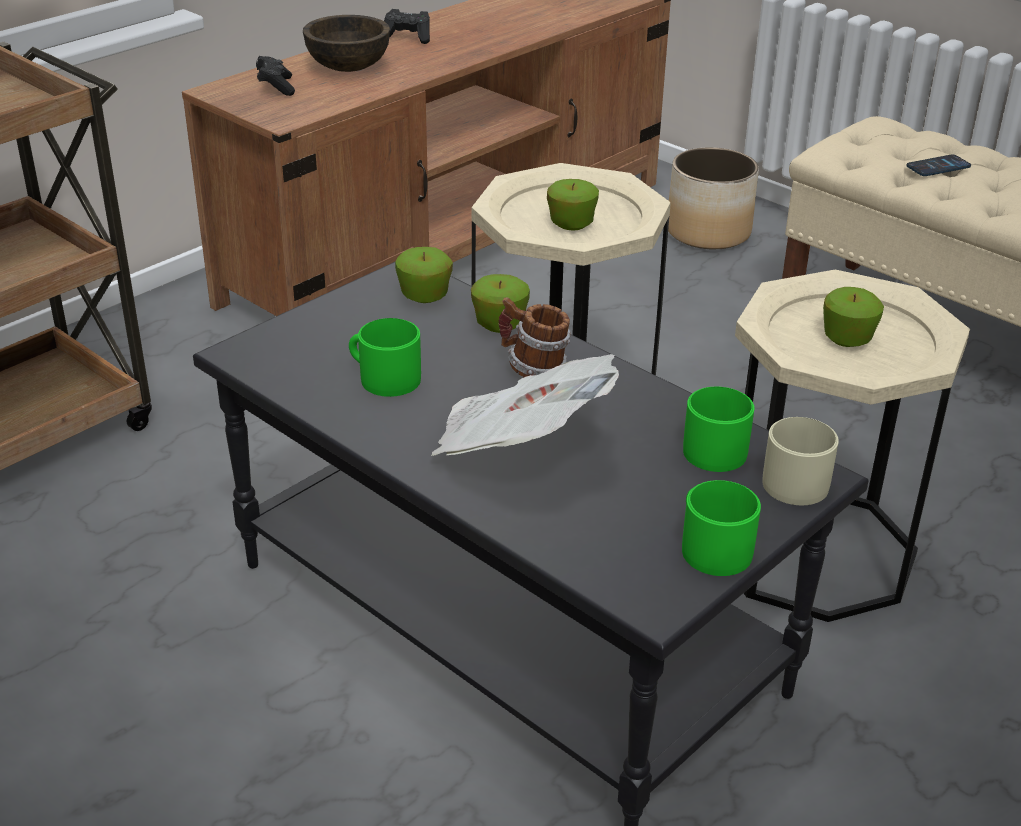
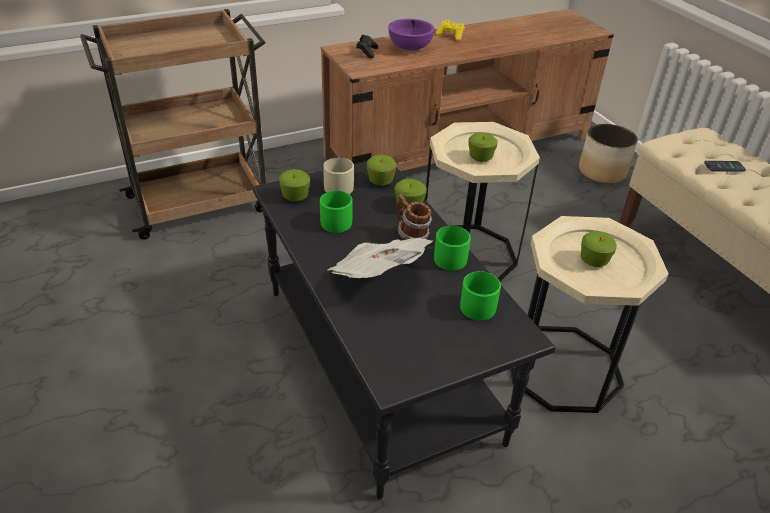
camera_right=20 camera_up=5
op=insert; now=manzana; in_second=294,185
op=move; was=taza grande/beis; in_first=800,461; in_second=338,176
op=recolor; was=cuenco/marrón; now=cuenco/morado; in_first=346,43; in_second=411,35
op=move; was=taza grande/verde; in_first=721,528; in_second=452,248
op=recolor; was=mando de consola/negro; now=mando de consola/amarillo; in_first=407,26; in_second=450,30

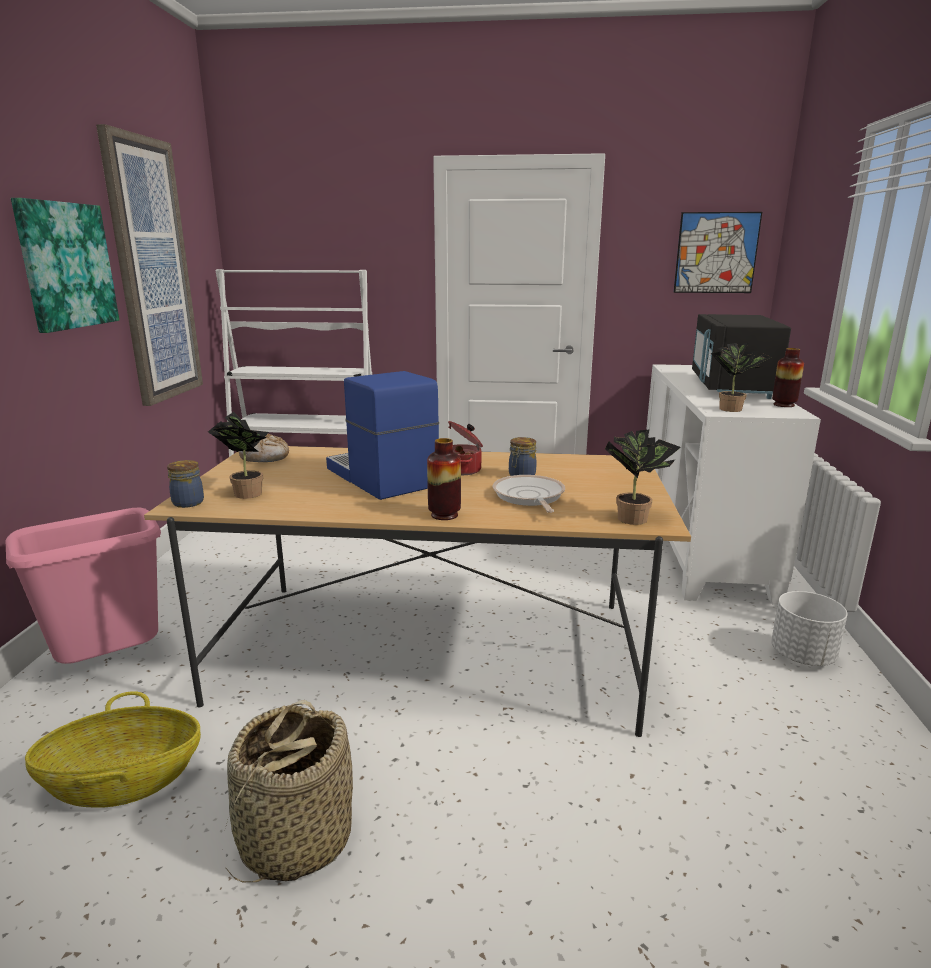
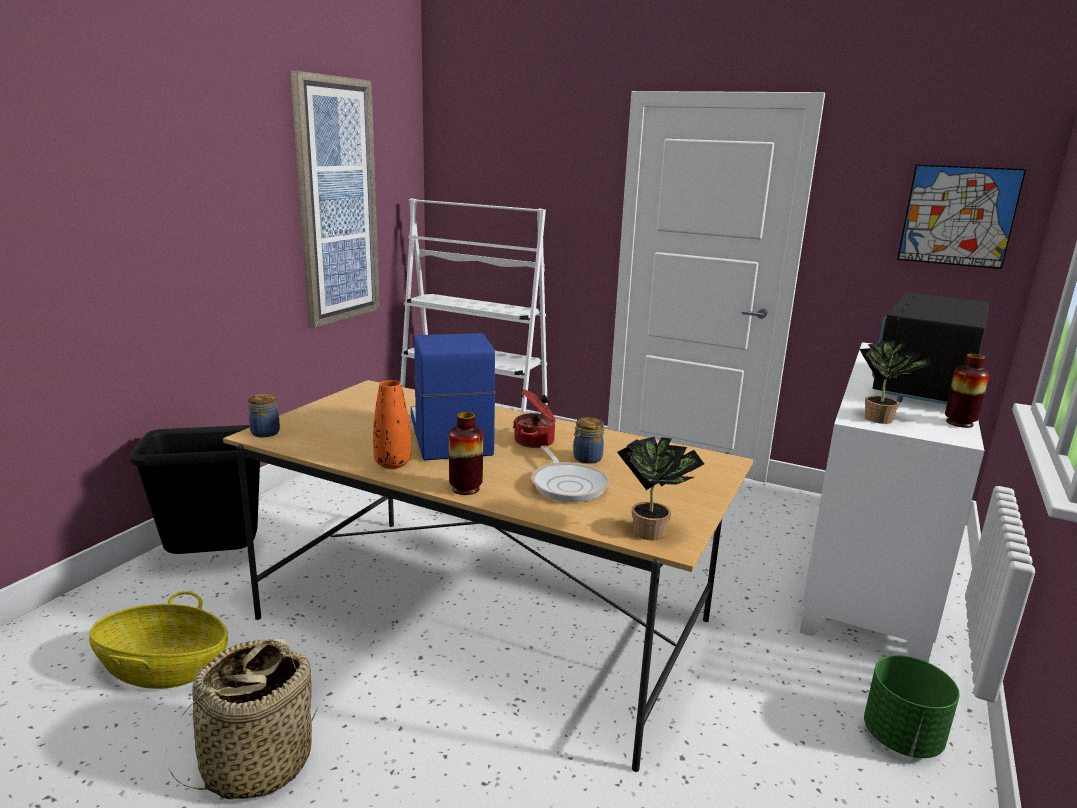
camera_right=20 camera_up=0
op=recolor; was=papelera/rosa; now=papelera/negro; in_first=83,586; in_second=194,489
op=insert; now=florero/naranja; in_second=392,424
op=rotate; was=sartén; in_first=528,494; in_second=570,473; clockwise=150
op=recolor; was=maceta/blanco; now=maceta/verde; in_first=809,628; in_second=912,706
op=delete; was=cuadro; in_first=65,265
op=delete; was=planta en maceta; in_first=238,455
op=delete; was=pan; in_first=264,448

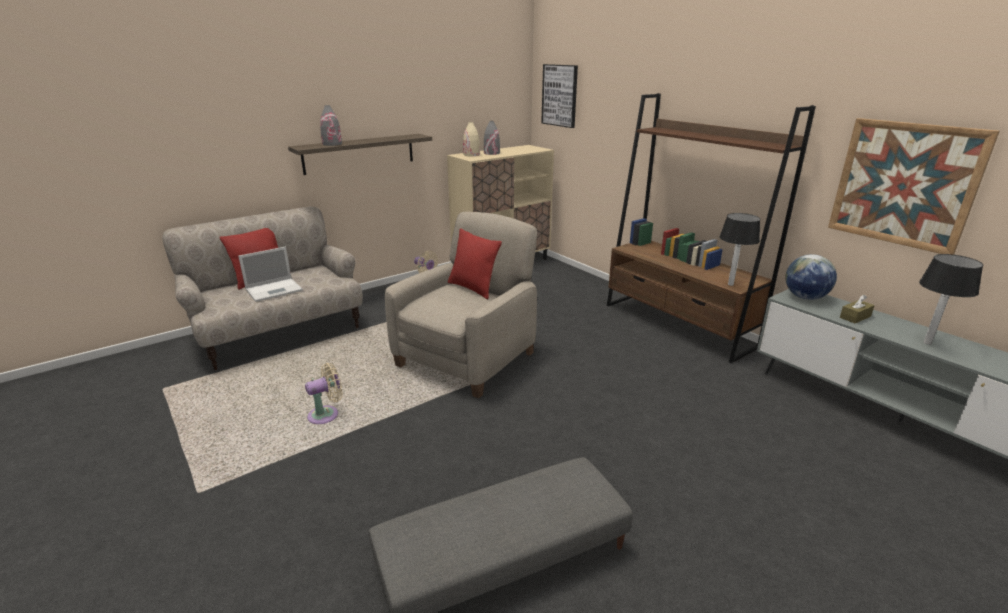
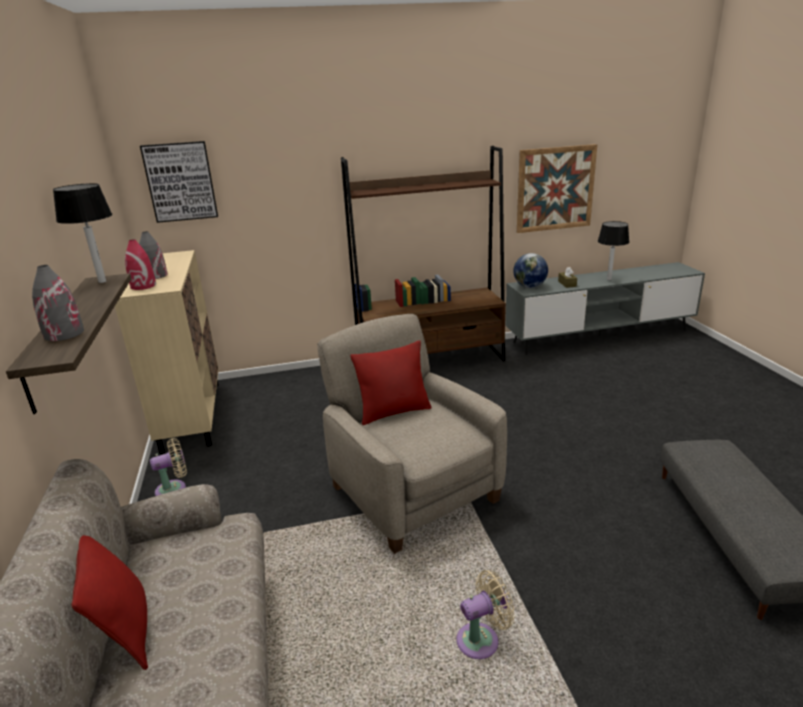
camera_right=-65 camera_up=0
op=move; was=lámpara de mesa; in_first=739,249; in_second=82,233
op=recolor; was=florero/beis; now=florero/rojo; in_first=471,139; in_second=140,264
op=rotate; was=ventilador/beis; in_first=324,393; in_second=486,614; clockwise=75
op=delete; was=portátil; in_first=270,274

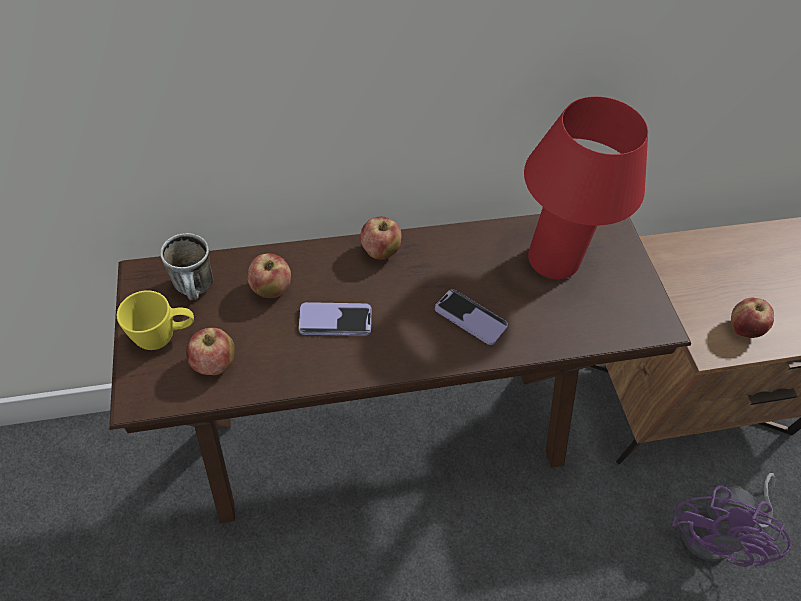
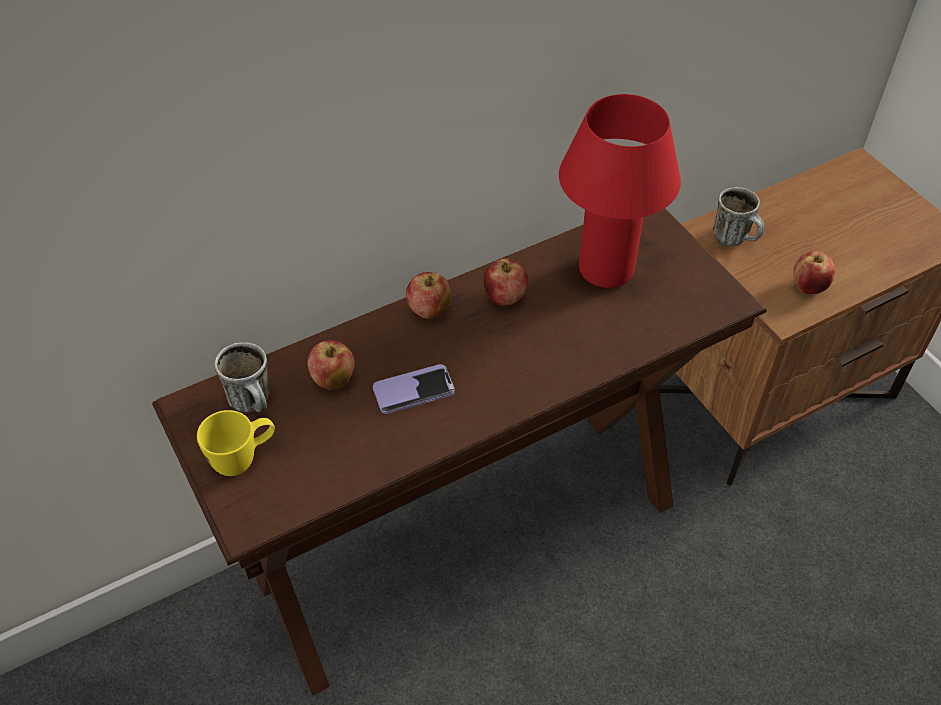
camera_right=-15 camera_up=-5
op=move; was=manzana; in_first=210,351; in_second=506,282
op=insert; now=taza grande; in_second=738,216
op=delete; was=móvil; in_first=471,317
op=delete; was=ventilador/morado; in_first=731,520

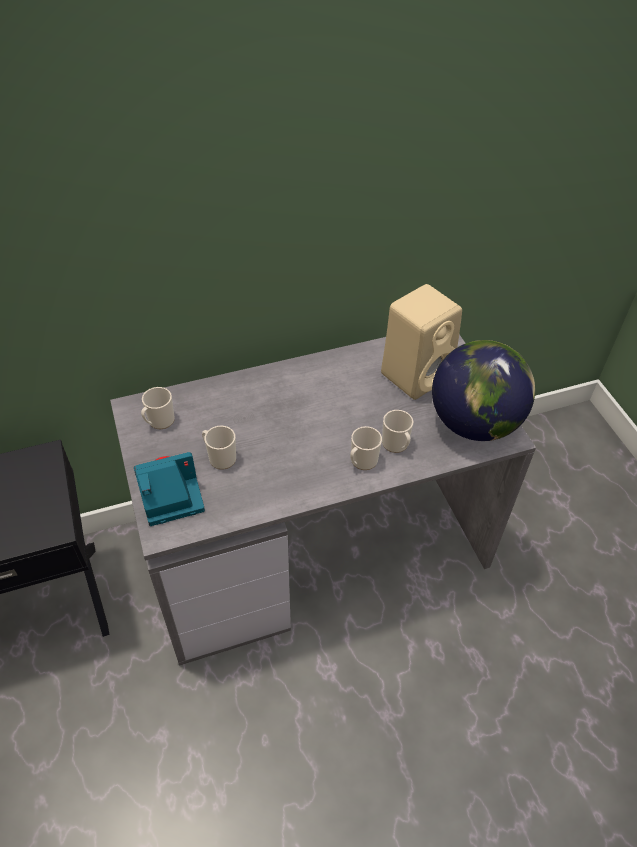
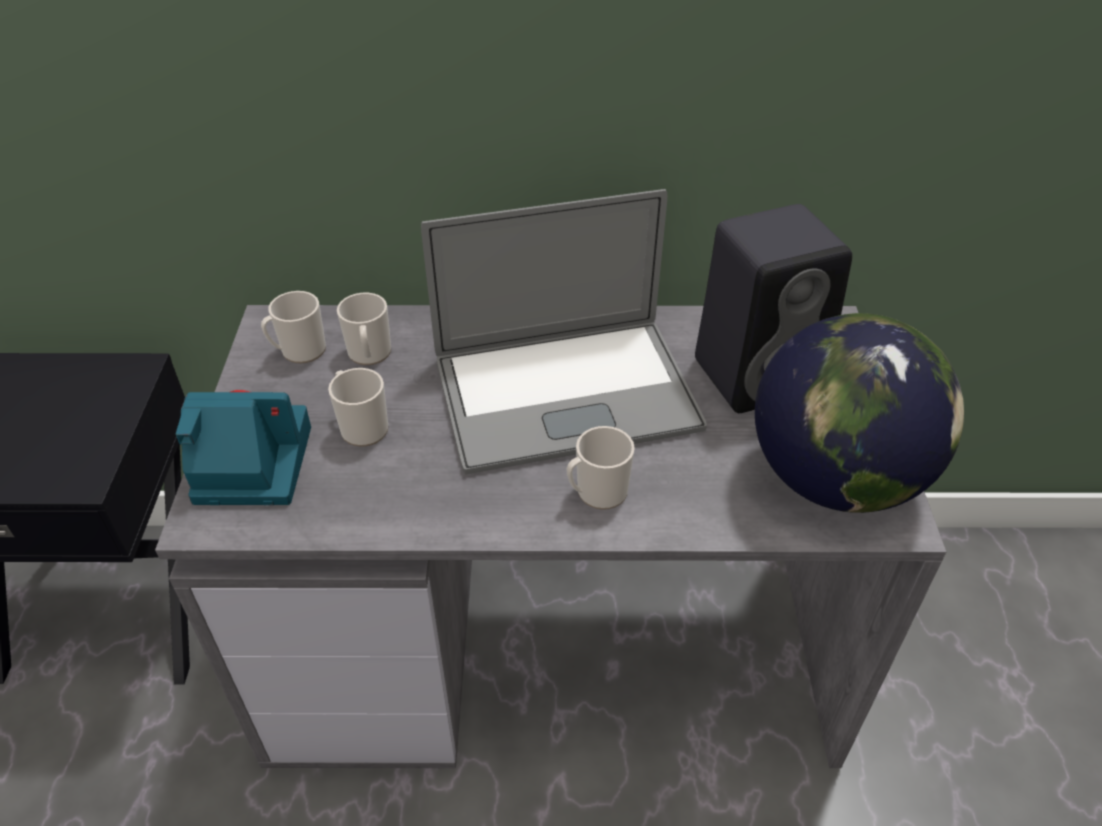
camera_right=20 camera_up=-5
op=move; was=taza grande; in_first=397,431; in_second=364,329
op=insert; now=portátil; in_second=564,332
op=recolor; was=altavoz/beis; now=altavoz/negro; in_first=421,342; in_second=773,308

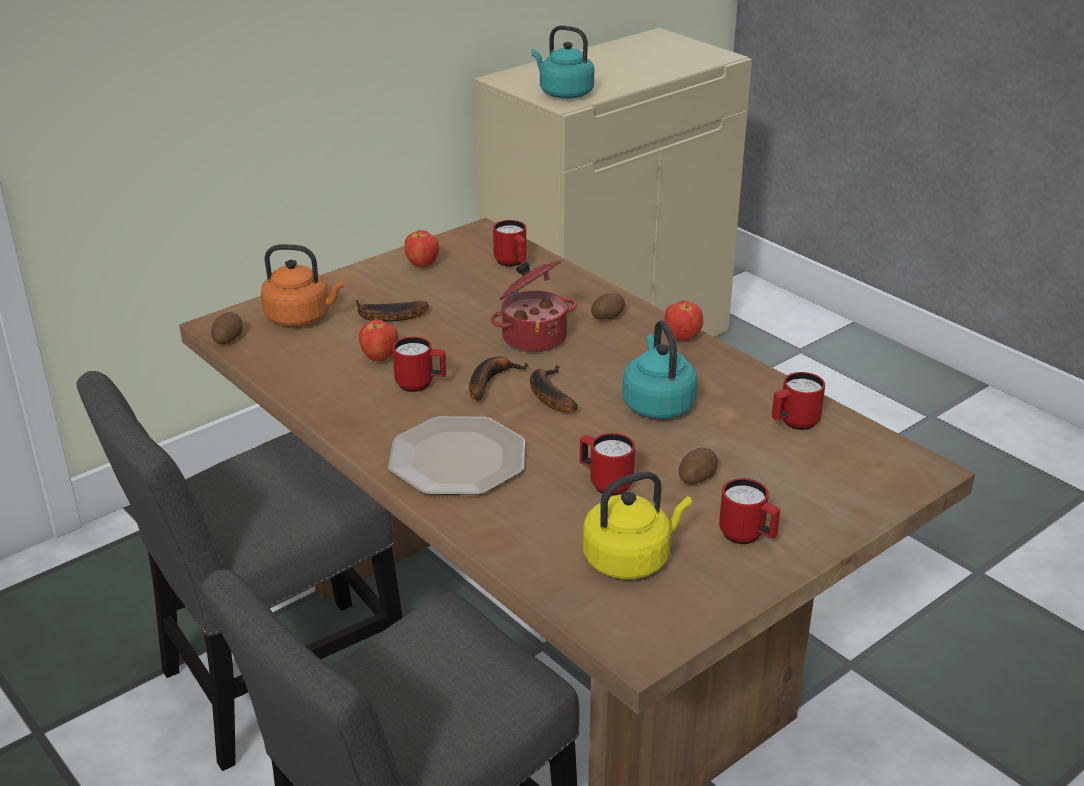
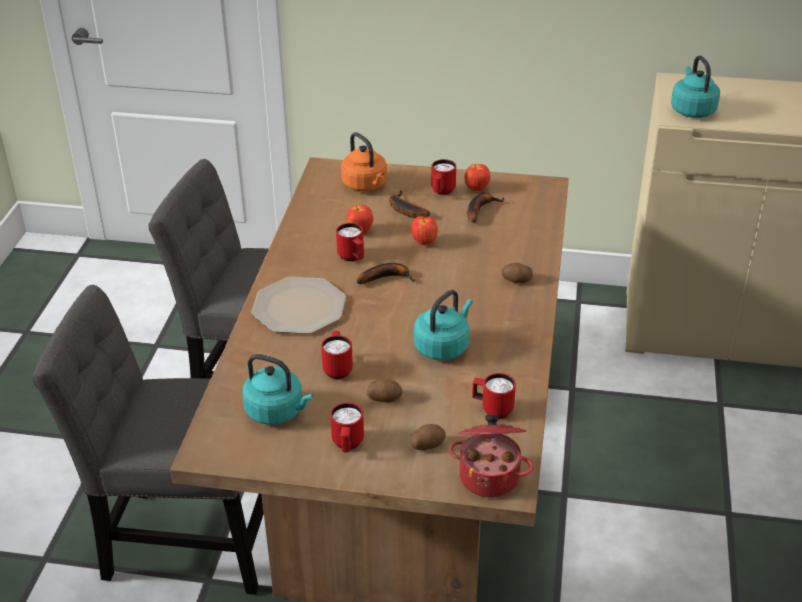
camera_right=50 camera_up=5
op=recolor; was=hervidor/amarillo; now=hervidor/turquesa; in_first=637,525; in_second=278,389
op=move; was=patata; in_first=227,328; in_second=428,437
op=move; was=manzana; in_first=684,320; in_second=424,230
op=move; was=taza grande/rojo; in_first=509,243; in_second=443,177
op=move; was=olla; in_first=533,306; in_second=491,456
op=move; was=plátano; in_first=554,388; in_second=486,208

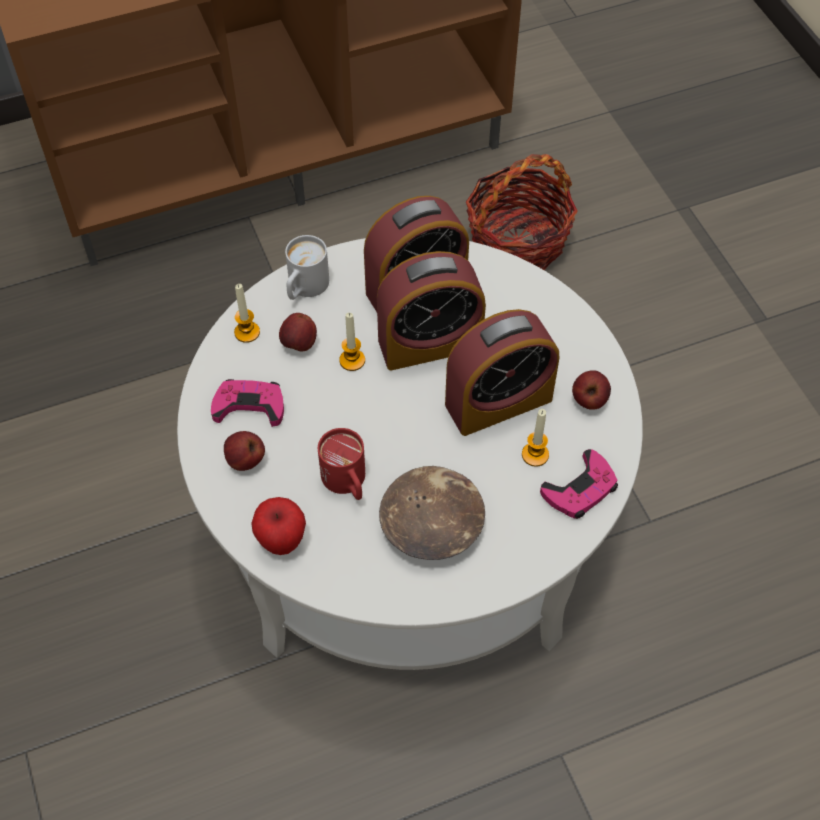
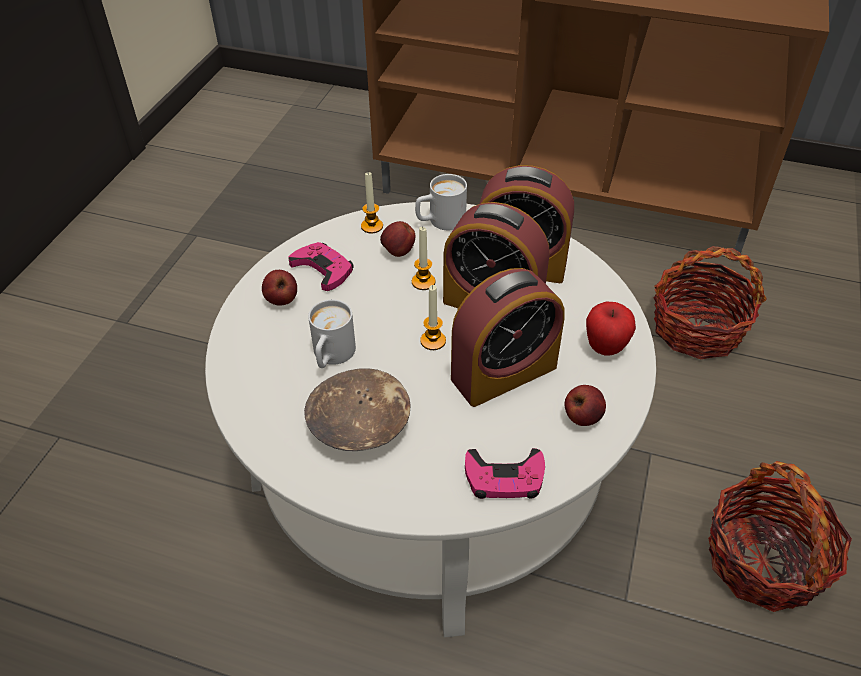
camera_right=40 camera_up=-10
op=recolor; was=taza grande/rojo; now=taza grande/blanco; in_first=341,464; in_second=332,333
op=move; was=vela; in_first=535,438; in_second=433,317
op=rotate; was=despertador; in_first=502,372; in_second=508,337; clockwise=-45
op=move; was=manzana; in_first=278,526; in_second=611,328
op=insert; now=cesta; in_second=780,536

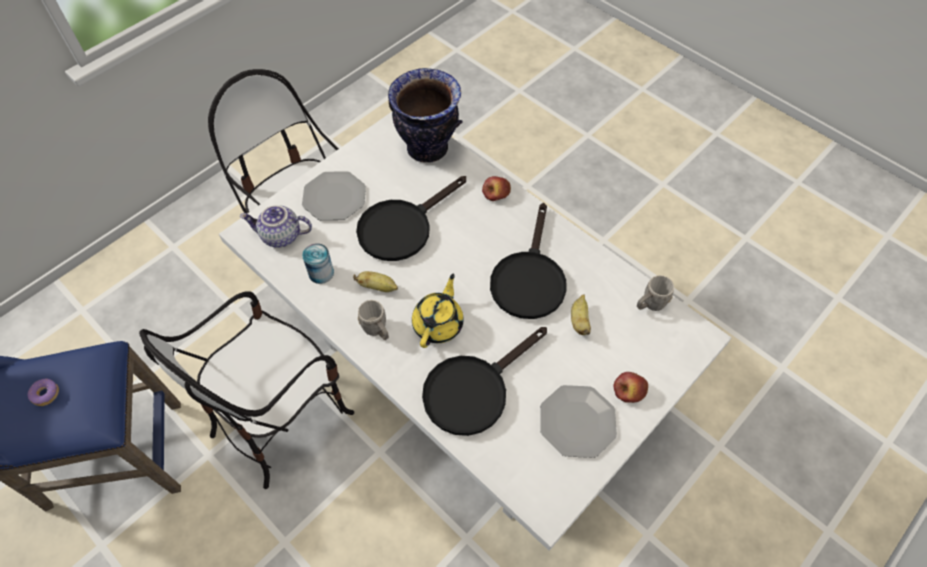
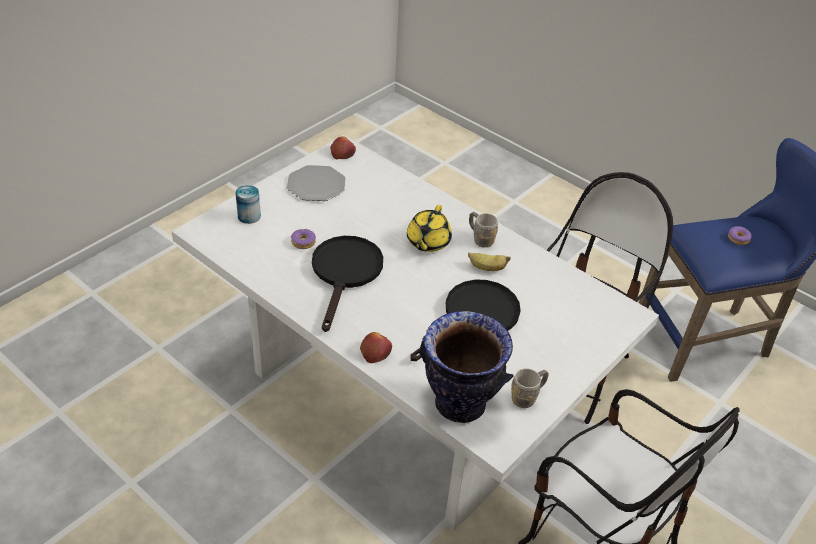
camera_right=175 camera_up=-15
op=move; was=lata; in_first=318,263; in_second=248,204
op=replace; was=plátano; now=rosquilla; in_first=581,314; in_second=303,239
op=move; was=manzana; in_first=630,387; in_second=343,147
op=move; was=taza grande/gris; in_first=655,293; in_second=530,388
op=delete; was=tetera; in_first=276,226
op=delete; was=plato; in_first=334,195
op=delete; was=sartén/negro; in_first=484,381

